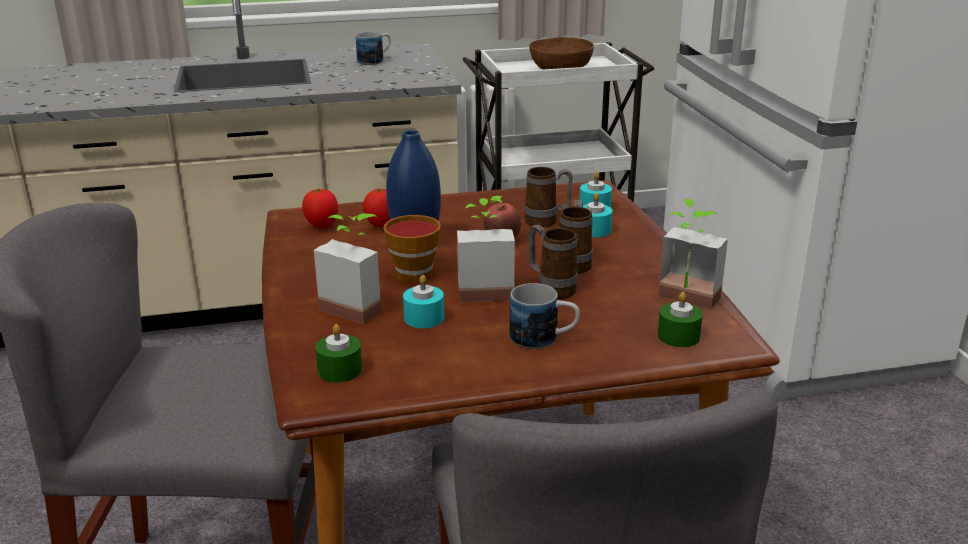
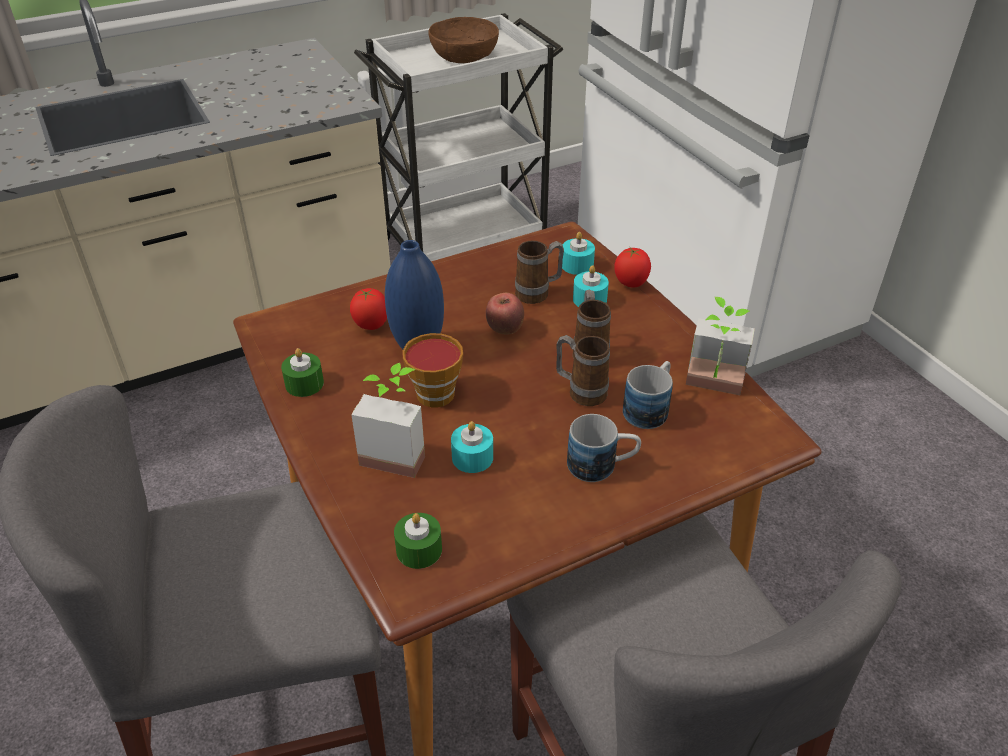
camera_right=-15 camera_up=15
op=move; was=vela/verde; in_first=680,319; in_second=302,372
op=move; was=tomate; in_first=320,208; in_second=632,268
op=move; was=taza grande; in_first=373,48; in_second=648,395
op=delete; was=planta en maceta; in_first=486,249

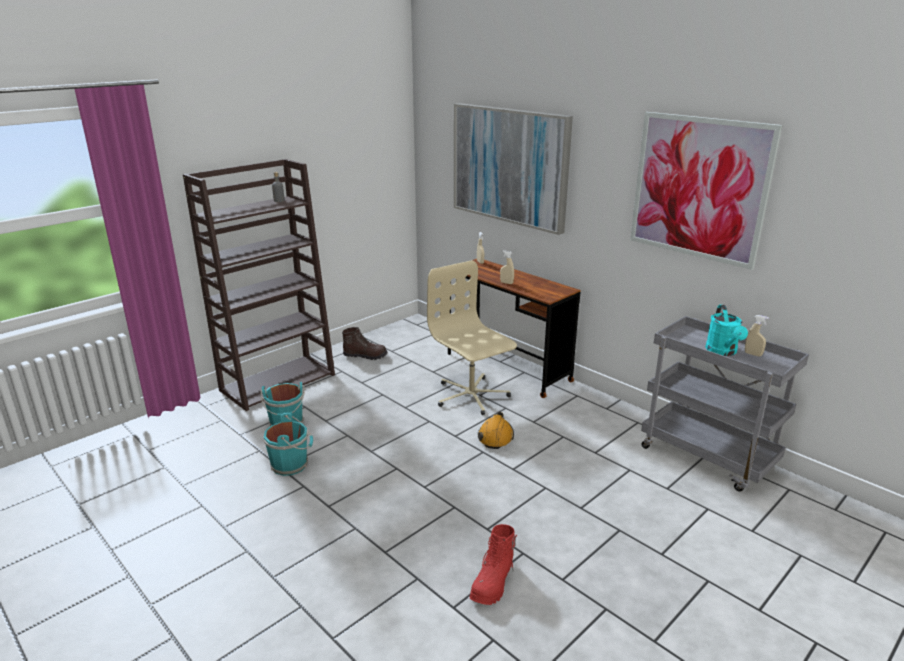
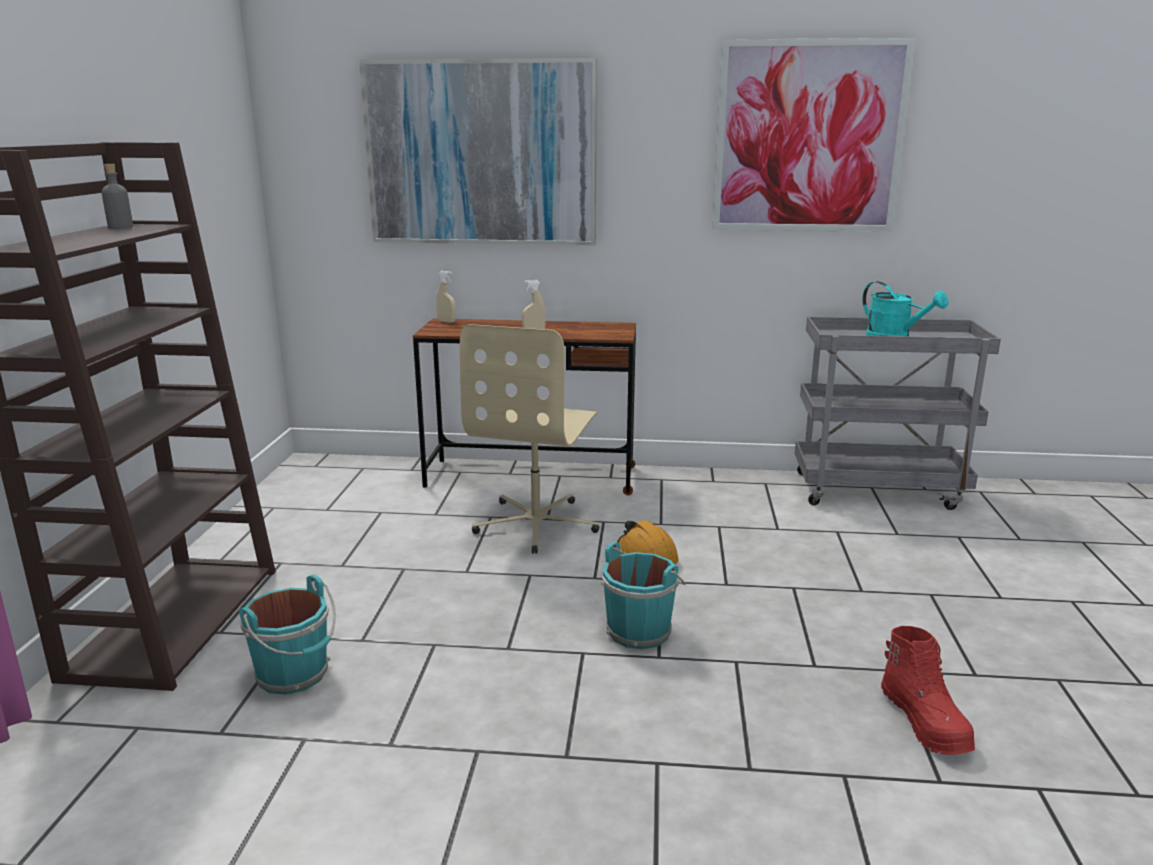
camera_right=-40 camera_up=-5
op=rotate; was=silla de oficina/beis; in_first=472,337; in_second=529,439; clockwise=-90
op=move; was=cubo/turquesa; in_first=288,444; in_second=643,595
op=delete; was=bota/marrón; in_first=364,343
op=delete; was=pulverizador/beis; in_first=757,335

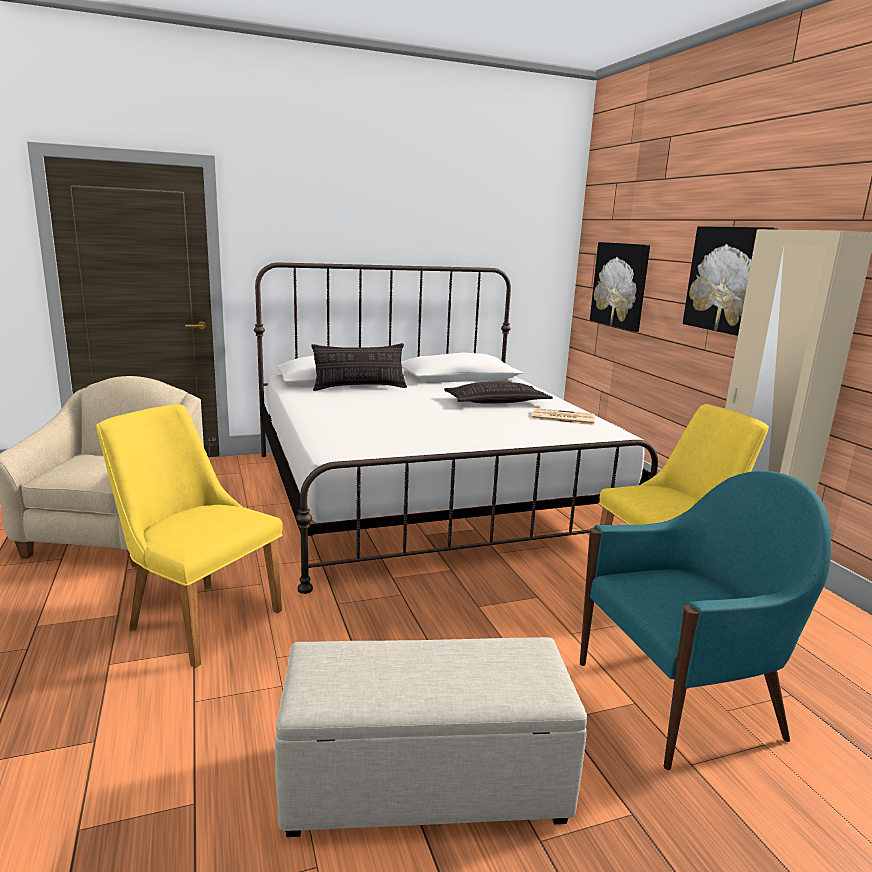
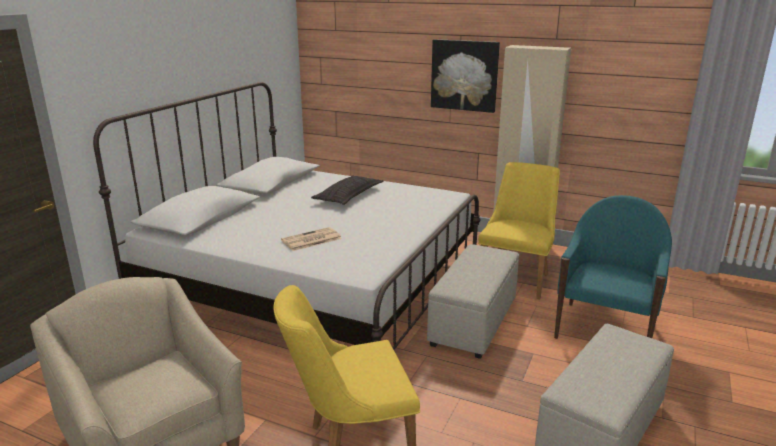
camera_right=-45 camera_up=5
op=move; was=periódico; in_first=563,416; in_second=311,239
op=insert; now=puf/beis; in_second=473,301
op=delete; was=cojín; in_first=359,367
op=delete; was=cuadro; in_first=620,287

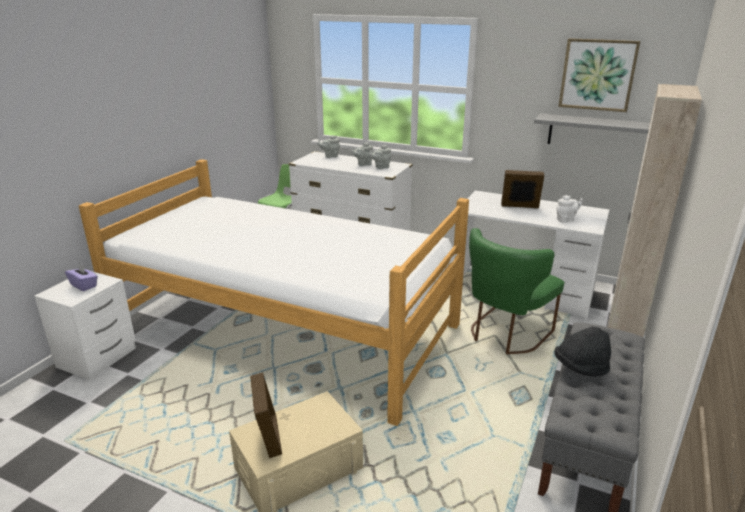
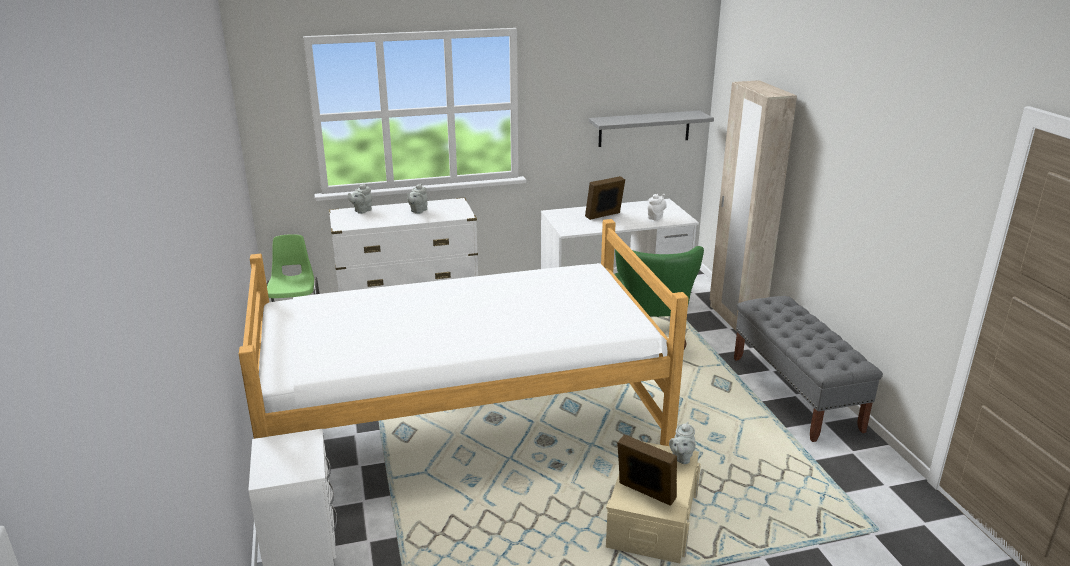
camera_right=-40 camera_up=0
op=move; was=tetera/gris; in_first=380,157; in_second=682,443
op=delete; was=caja de pañuelos/morado; in_first=81,277
op=delete; was=sombrero/negro; in_first=583,351
op=delete; was=cuadro; in_first=599,75

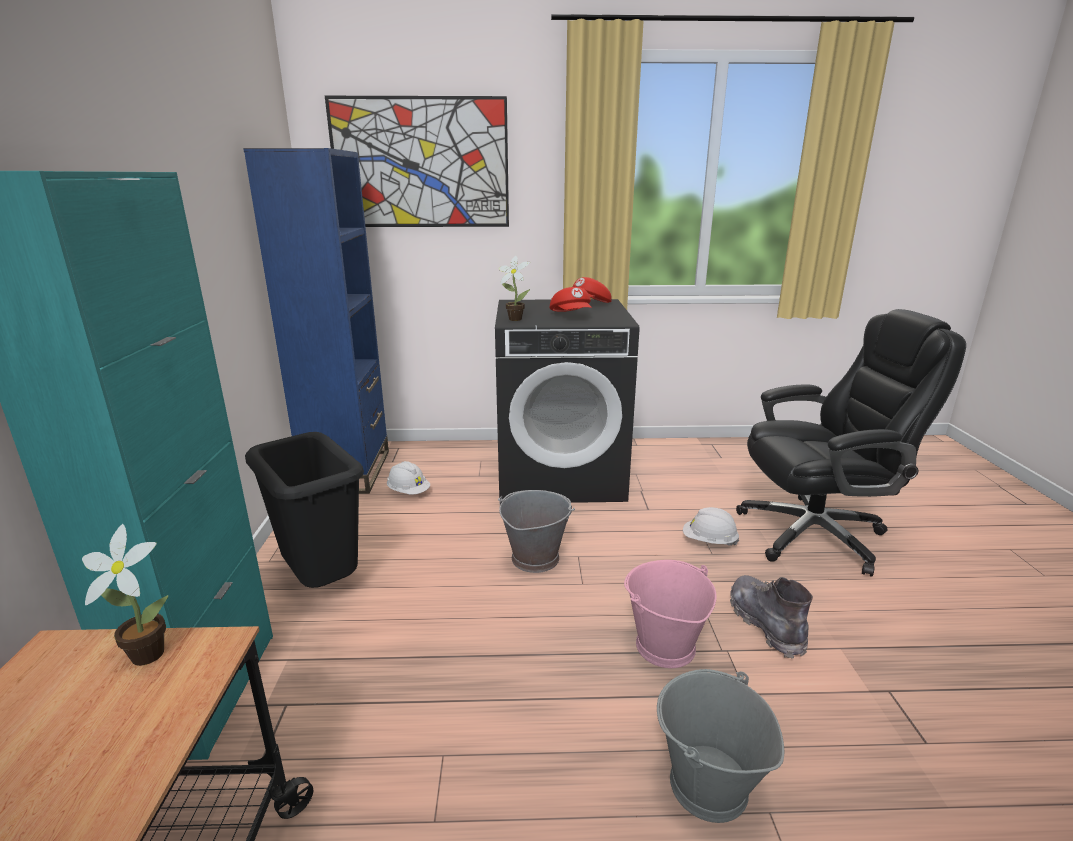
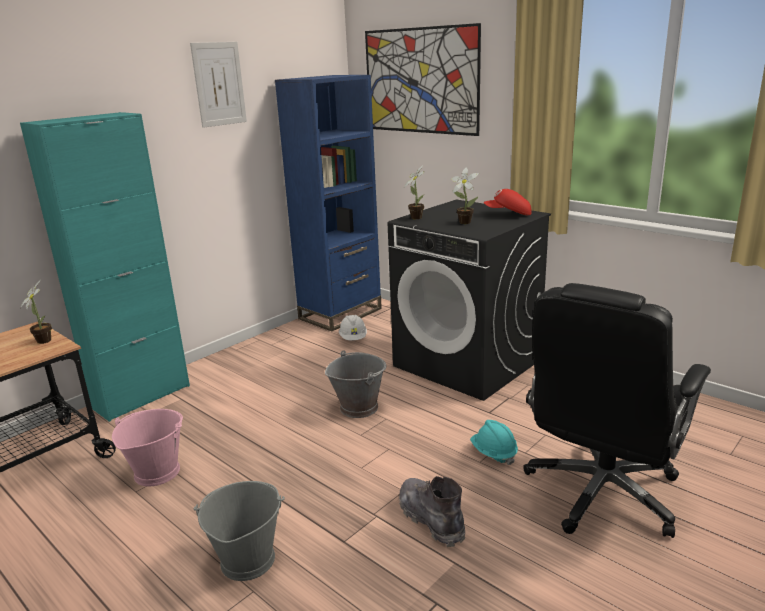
camera_right=45 camera_up=0
op=move; was=cubo/rosa; in_first=670,614; in_second=147,447
op=insert; now=cuadro; in_second=218,85
op=rotate; was=bota/gris; in_first=771,617; in_second=432,511; clockwise=-60
op=replace; was=gorra/rojo; now=planta en maceta; in_first=571,299; in_second=465,196
op=recolor; was=casco/blanco; now=casco/turquesa; in_first=711,526; in_second=494,442
op=rotate; was=silla de oficina/negro; in_first=851,443; in_second=617,410; clockwise=90
op=delete; was=papelera/negro; in_first=304,510

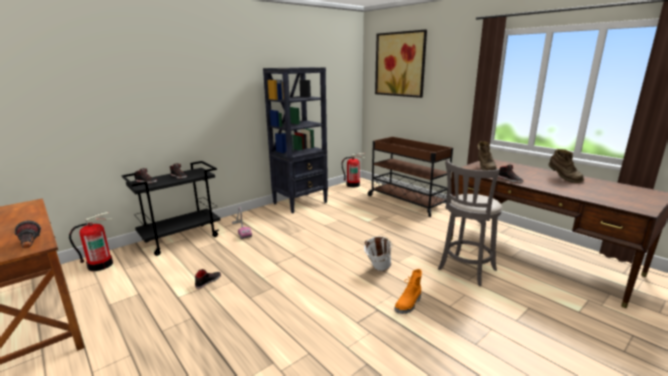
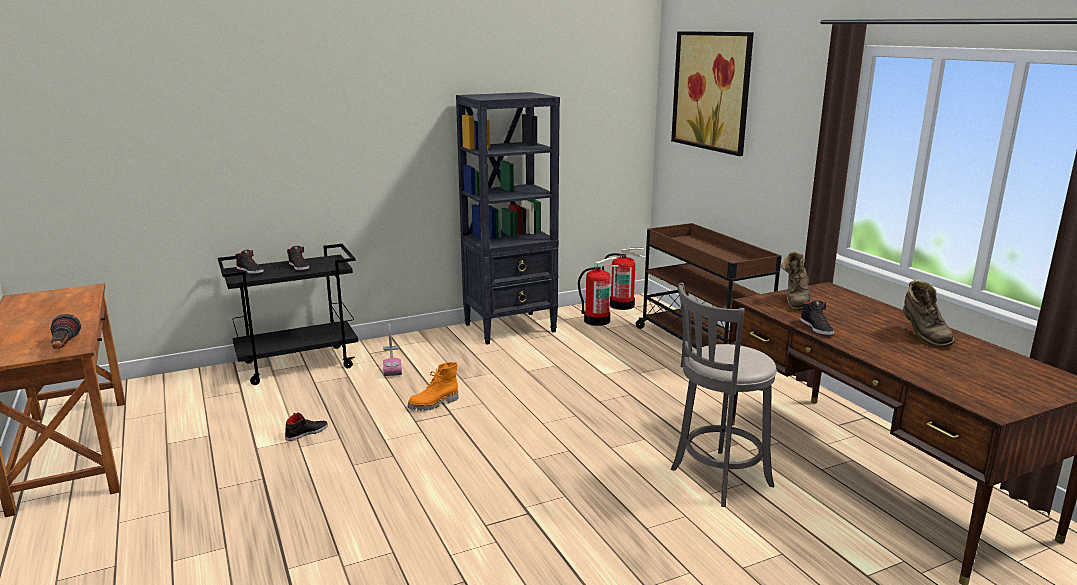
camera_right=15 camera_up=0
op=move; was=bota/naranja; in_first=408,291; in_second=433,386
op=move; was=extintor; in_first=91,241; in_second=598,291
op=delete; was=cubo/blanco; in_first=378,253

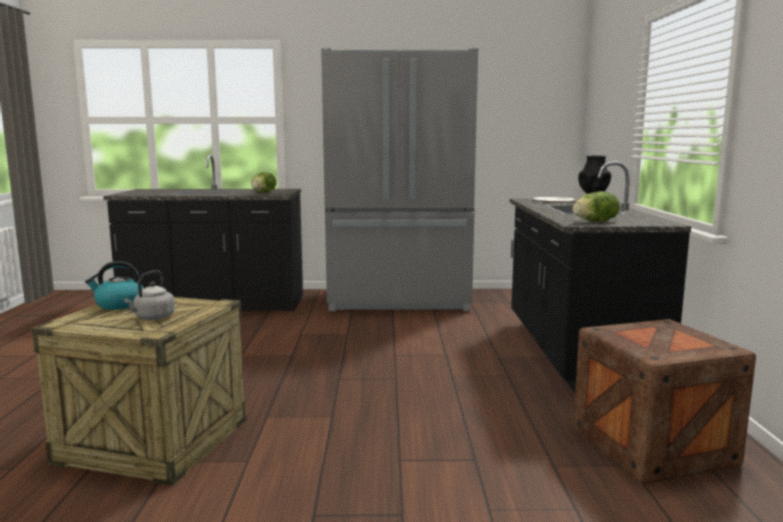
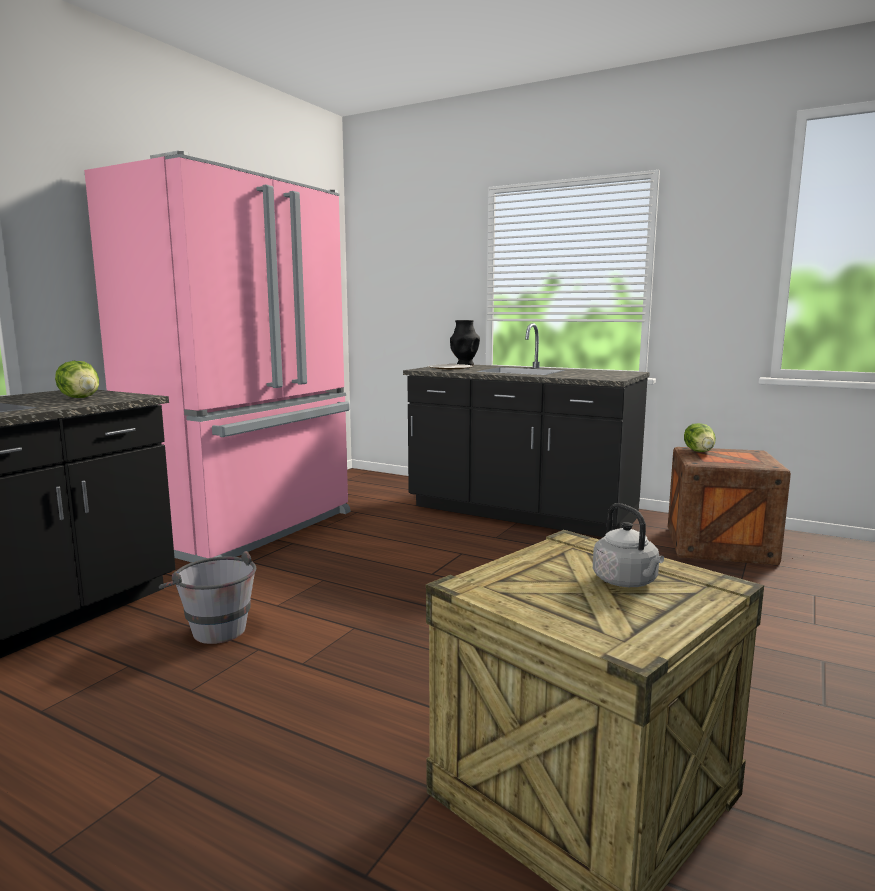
camera_right=-60 camera_up=0
op=recolor; was=nevera/gris; now=nevera/rosa; in_first=399,179; in_second=217,356
op=insert; now=cubo/gris; in_second=207,597
op=move; was=lechuga; in_first=596,206; in_second=700,437
op=delete; was=hervidor; in_first=114,285

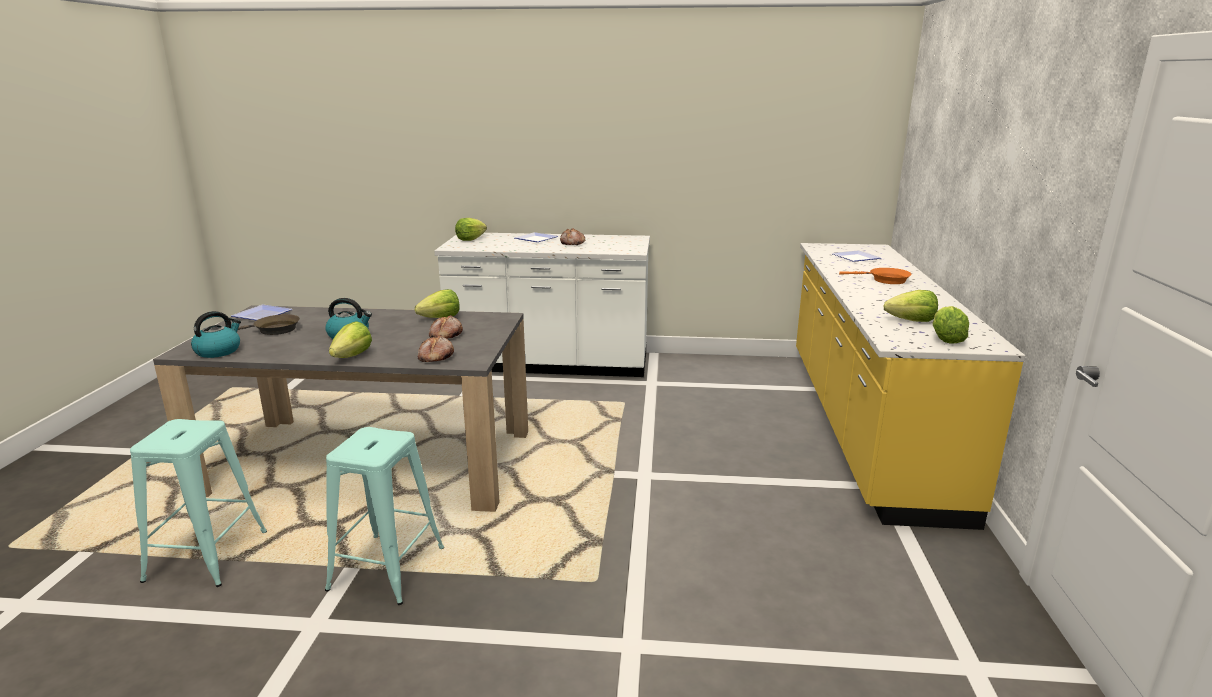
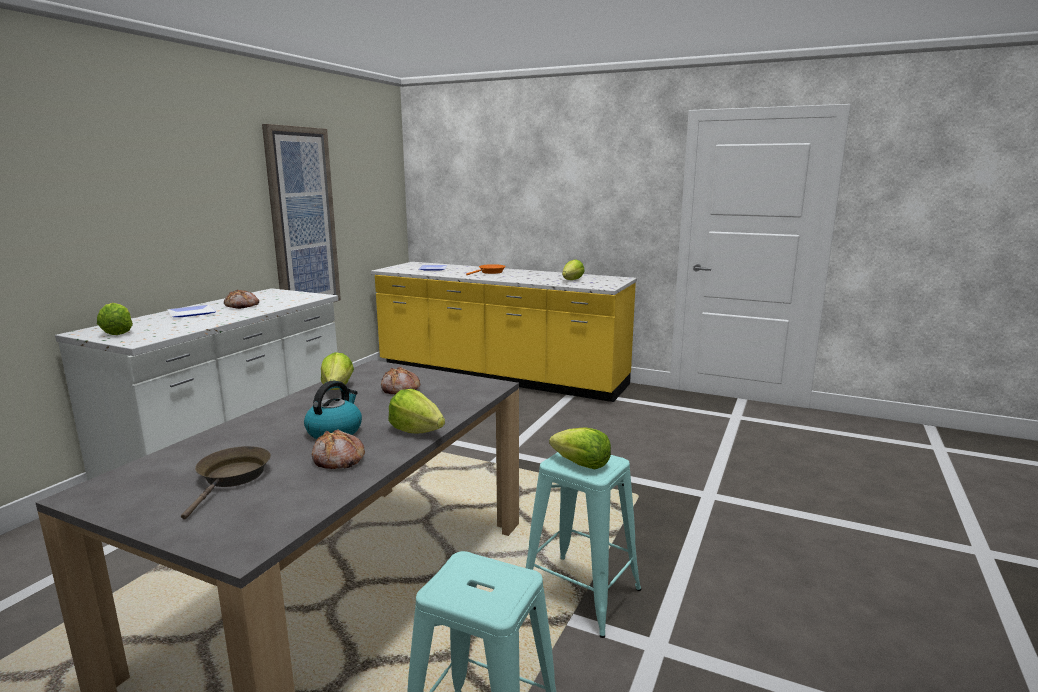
camera_right=-70 camera_up=-5
op=insert; now=cuadro; in_second=301,213
op=move; was=pan; in_first=435,348; in_second=338,449
op=move; was=lechuga; in_first=951,325; in_second=580,448
op=delete; was=hervidor; in_first=216,334
op=delete; was=plato; in_first=261,312

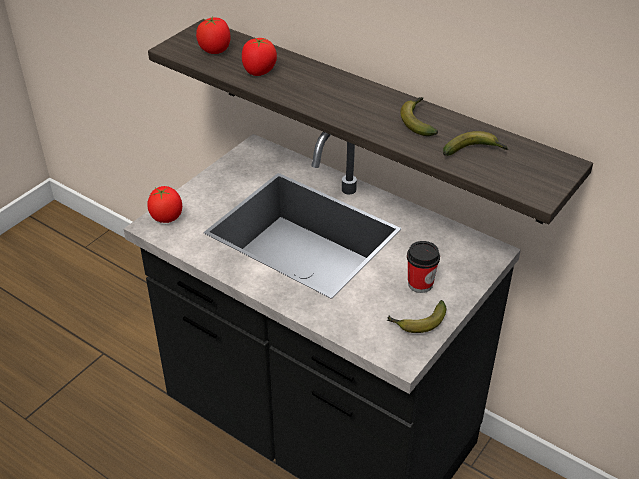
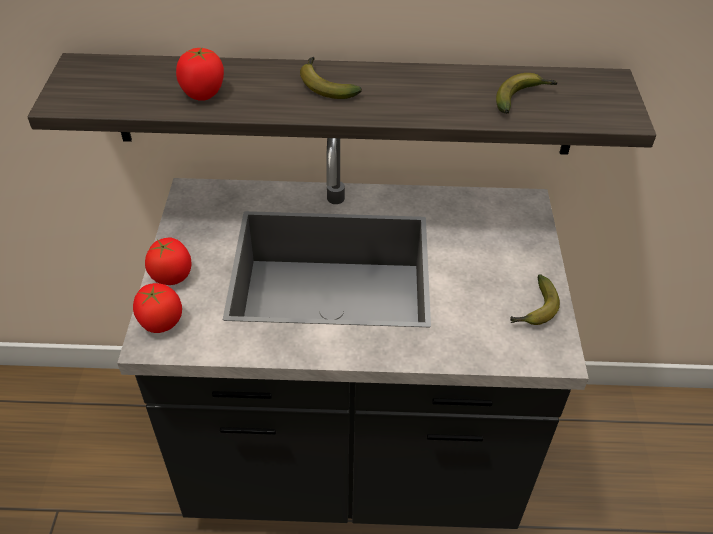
camera_right=-35 camera_up=5
op=move; was=tomate; in_first=213,35; in_second=168,261
op=move; was=plátano; in_first=419,116; in_second=331,78
op=delete; was=taza; in_first=423,267

